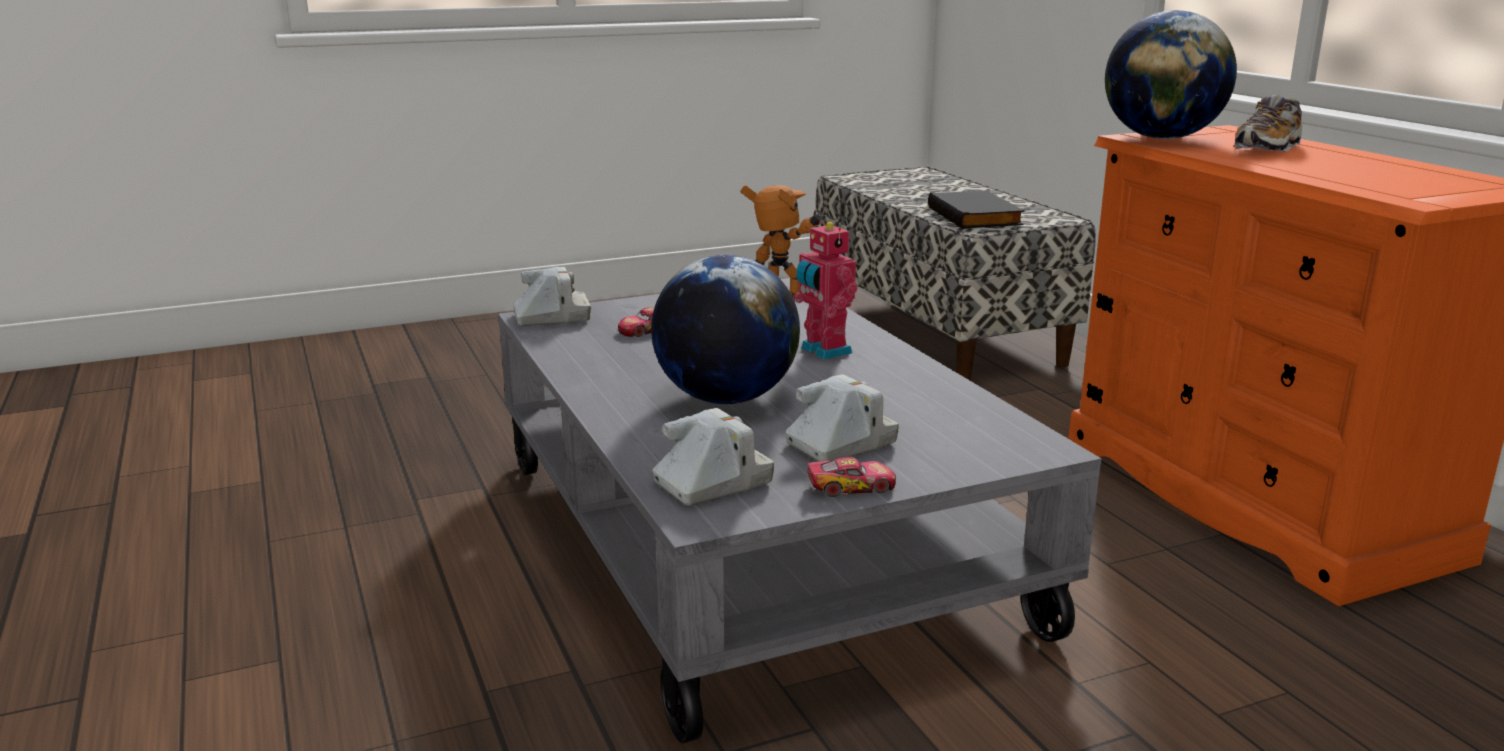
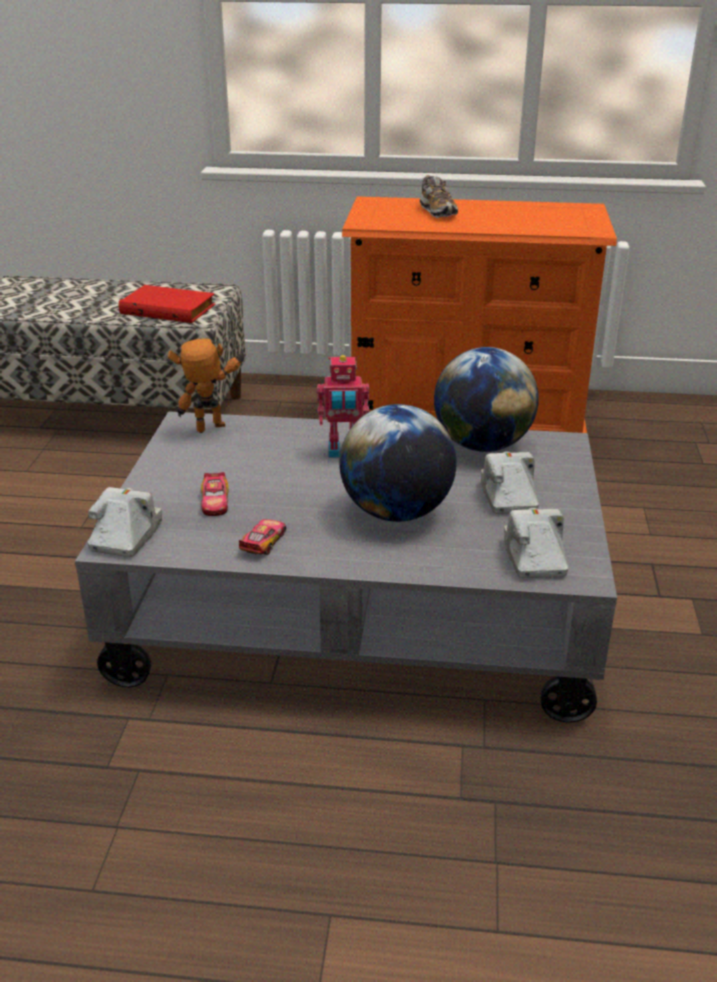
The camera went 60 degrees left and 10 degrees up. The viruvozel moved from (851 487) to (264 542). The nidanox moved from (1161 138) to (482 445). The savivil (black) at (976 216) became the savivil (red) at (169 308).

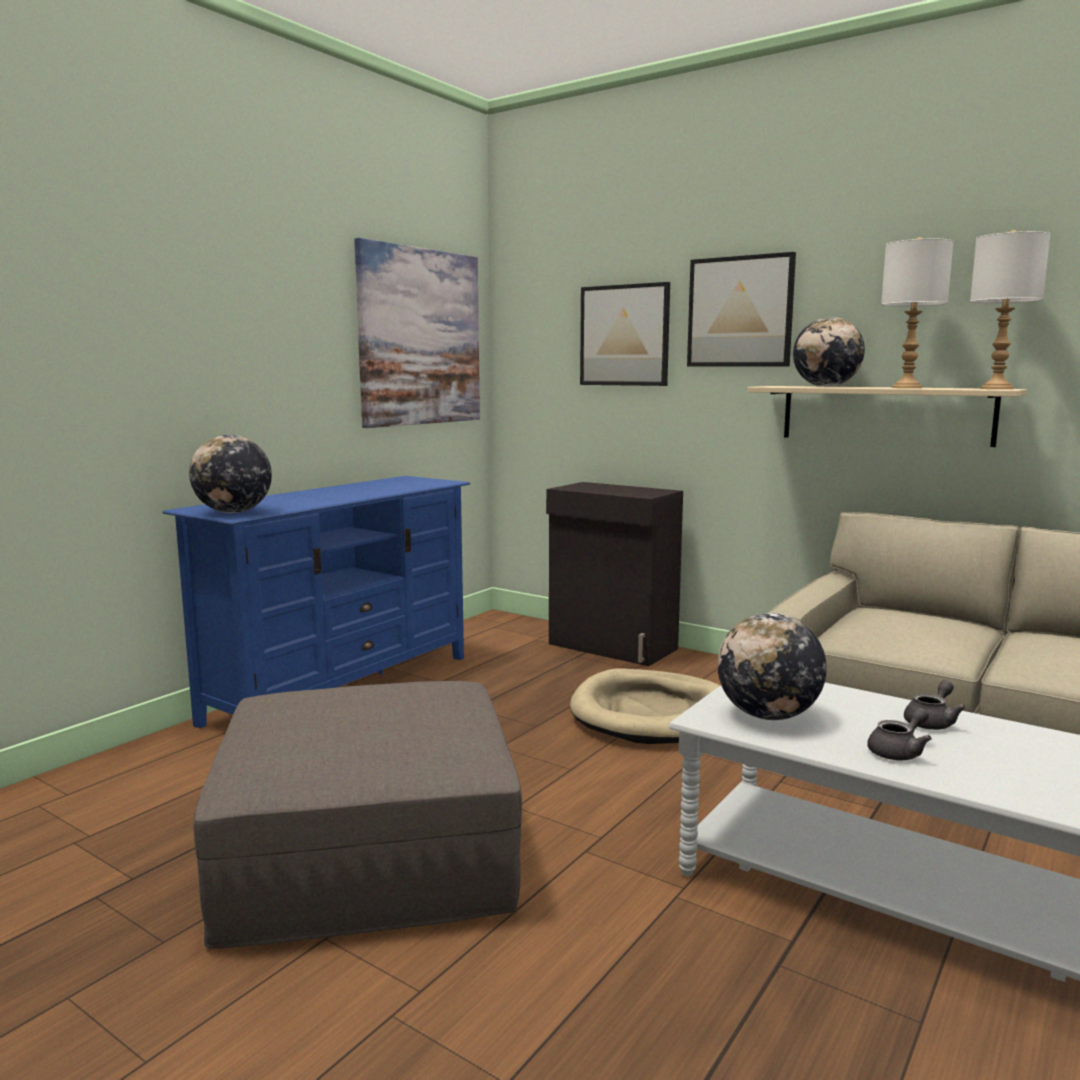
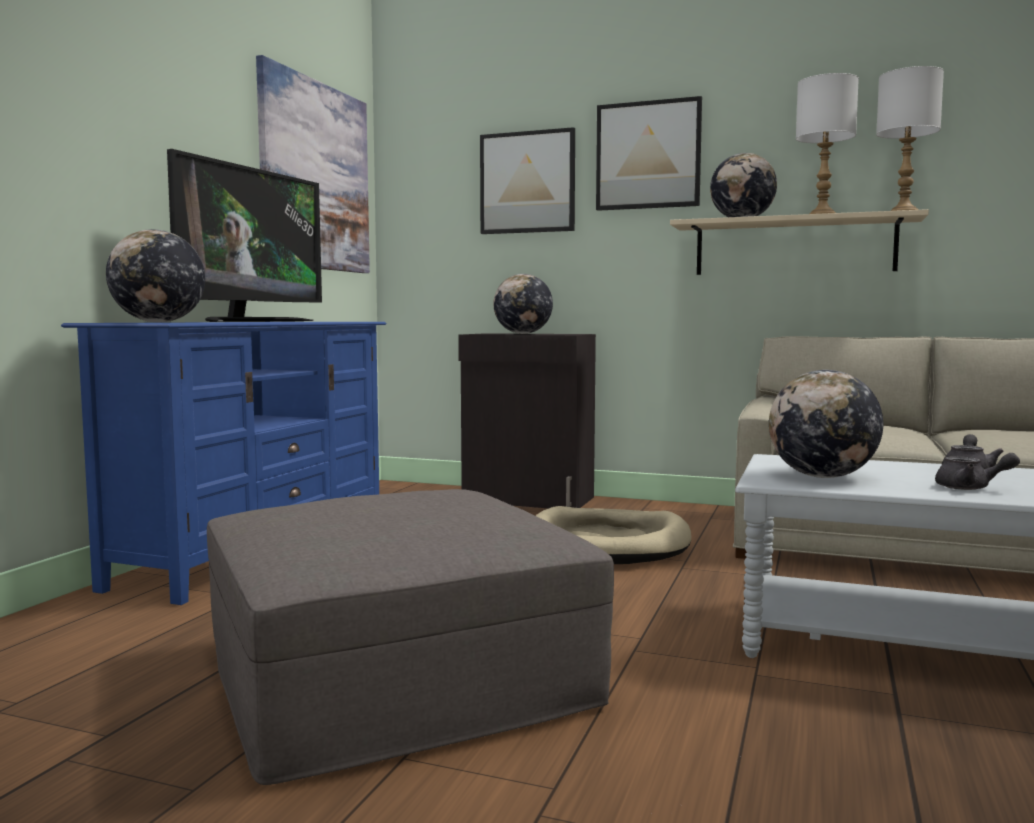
The camera went 15 degrees left and 5 degrees down. The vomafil at (249 321) appeared. The nidanox at (523 333) appeared. The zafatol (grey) at (899 752) turned 75 degrees clockwise.

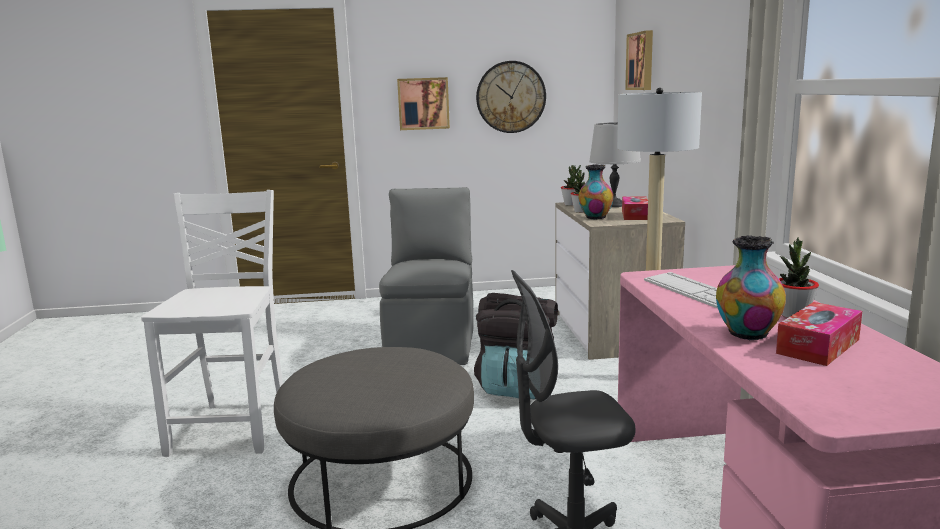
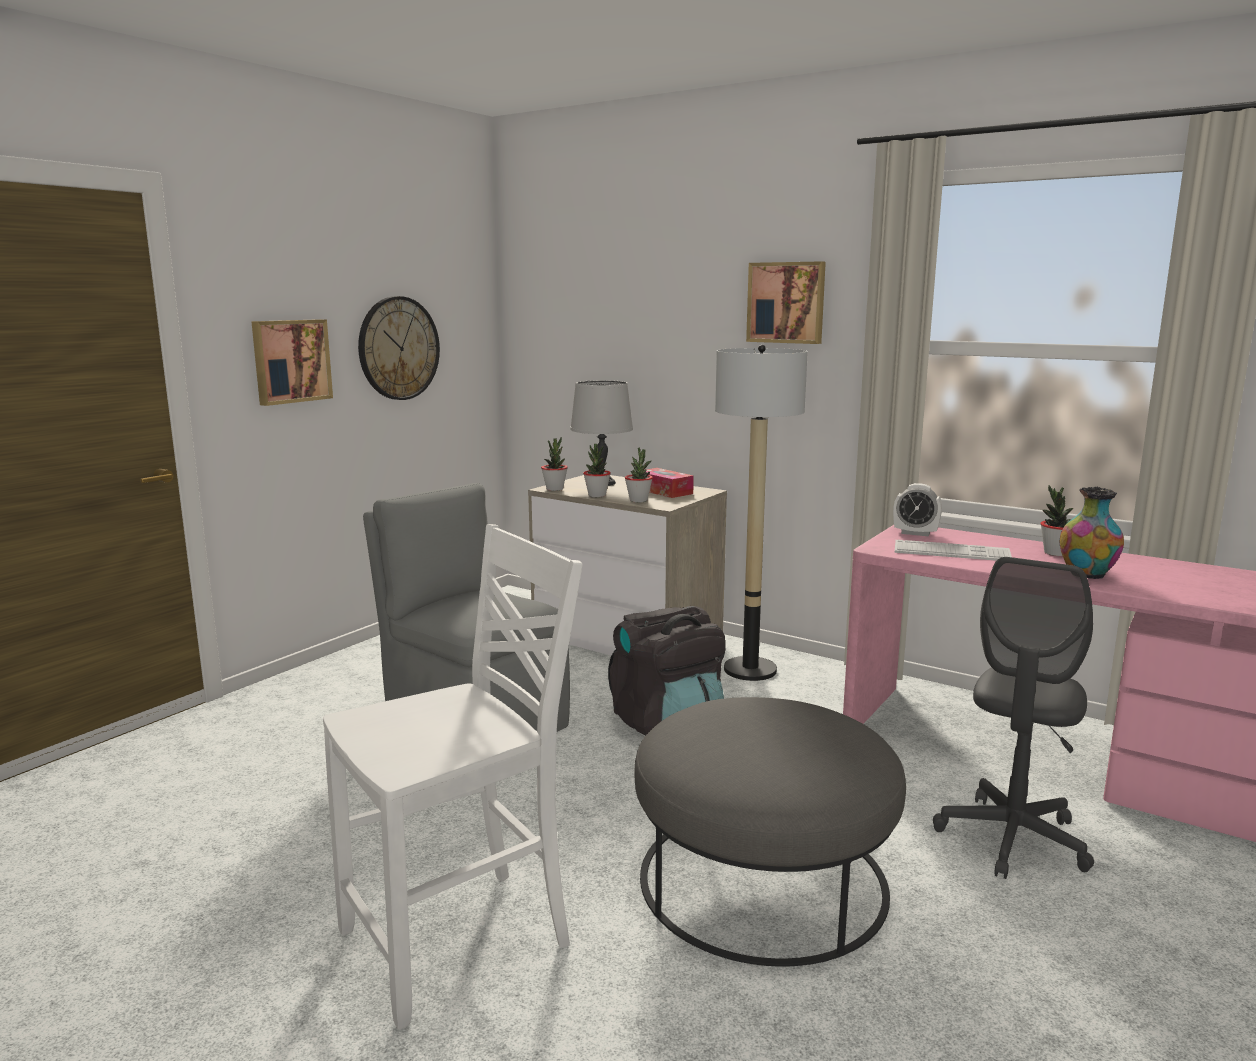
The camera went 50 degrees left and 0 degrees up. The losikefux at (818 346) disappeared. The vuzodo at (915 533) appeared. The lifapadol moved from (641 61) to (786 302). The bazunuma at (595 218) was replaced by the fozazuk at (638 500). The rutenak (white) at (233 427) turned 105 degrees clockwise.

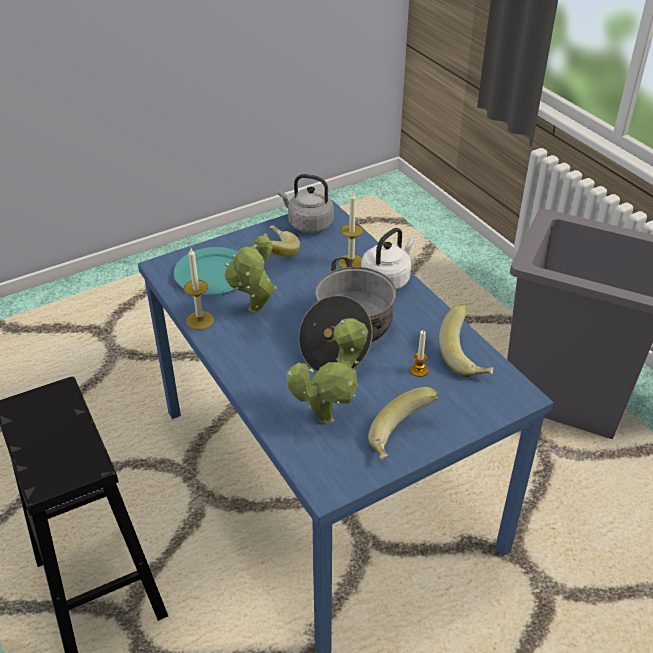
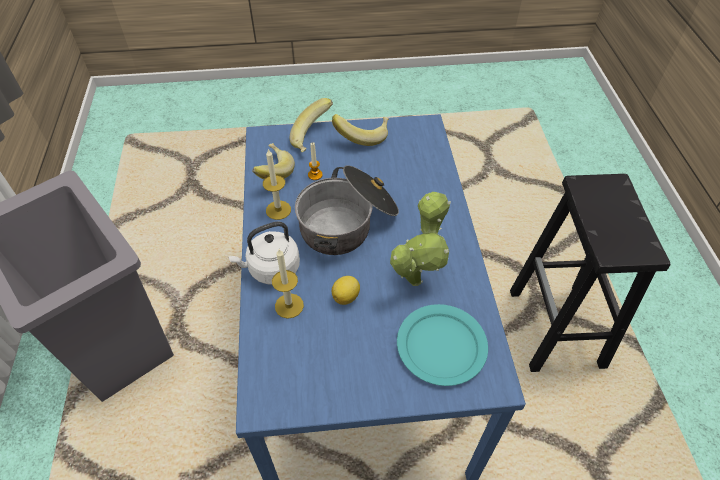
The camera went 155 degrees left and 10 degrees up. The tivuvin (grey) at (308 224) disappeared. The fozazuk at (329 415) disappeared. The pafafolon at (346 296) appeared. The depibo moved from (200 320) to (278 210). The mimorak moved from (276 253) to (313 138).

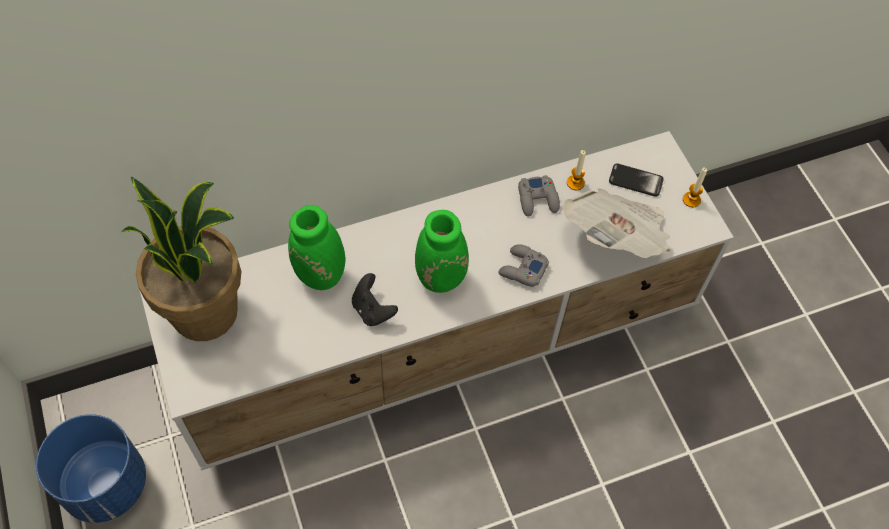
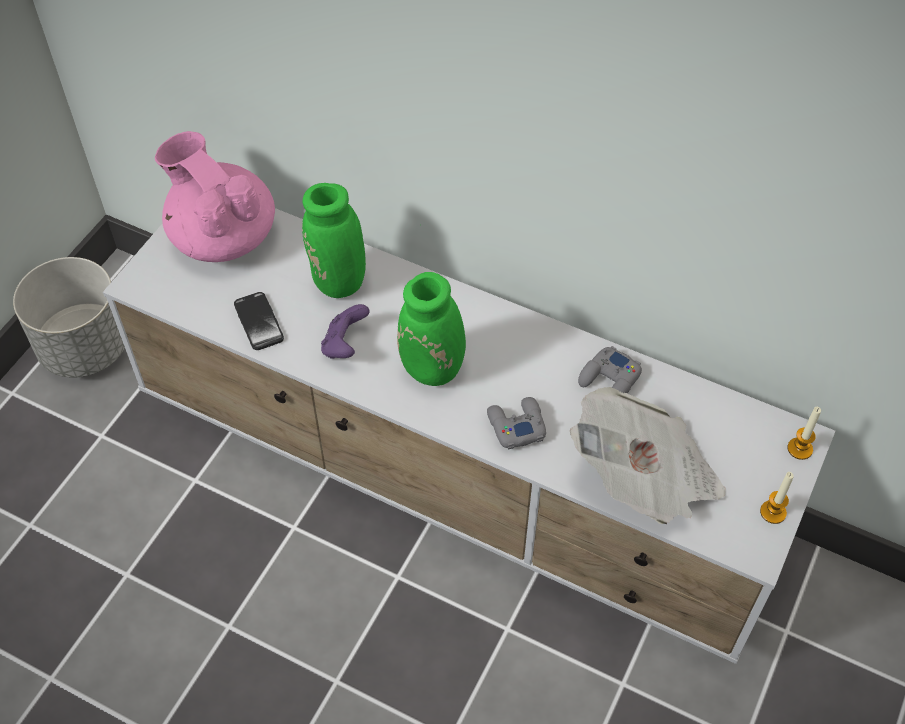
The camera went 50 degrees right and 5 degrees down. The depibo moved from (575 183) to (799 449). The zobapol moved from (635 181) to (259 322). The fozazuk at (206 311) was replaced by the zafatol (pink) at (222 236). The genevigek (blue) at (105 484) became the genevigek (grey) at (84 347). The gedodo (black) at (372 310) became the gedodo (purple) at (345 345).

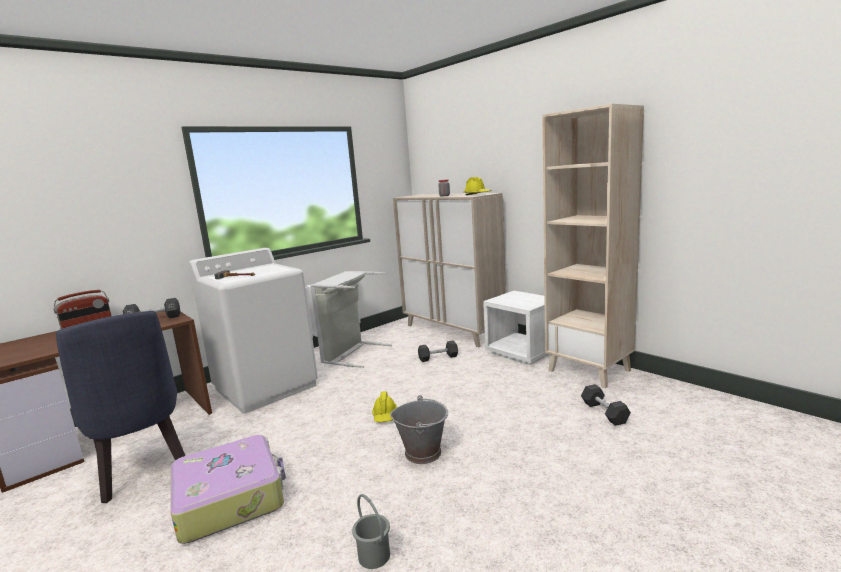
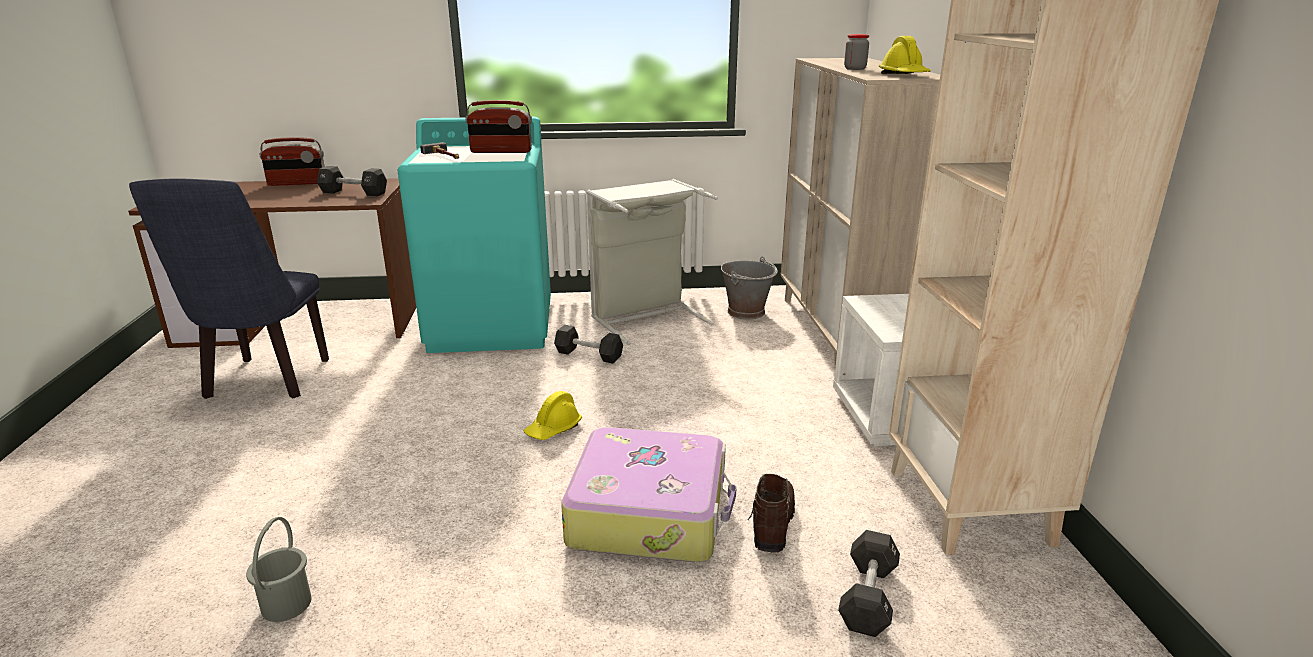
The camera went 35 degrees right and 10 degrees up. The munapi at (501 151) appeared. The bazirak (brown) at (771 525) appeared. The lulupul moved from (230 498) to (650 512). The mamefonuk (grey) moved from (423 452) to (746 312). The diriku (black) moved from (438 357) to (589 355). The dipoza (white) at (266 387) became the dipoza (turquoise) at (492 326).

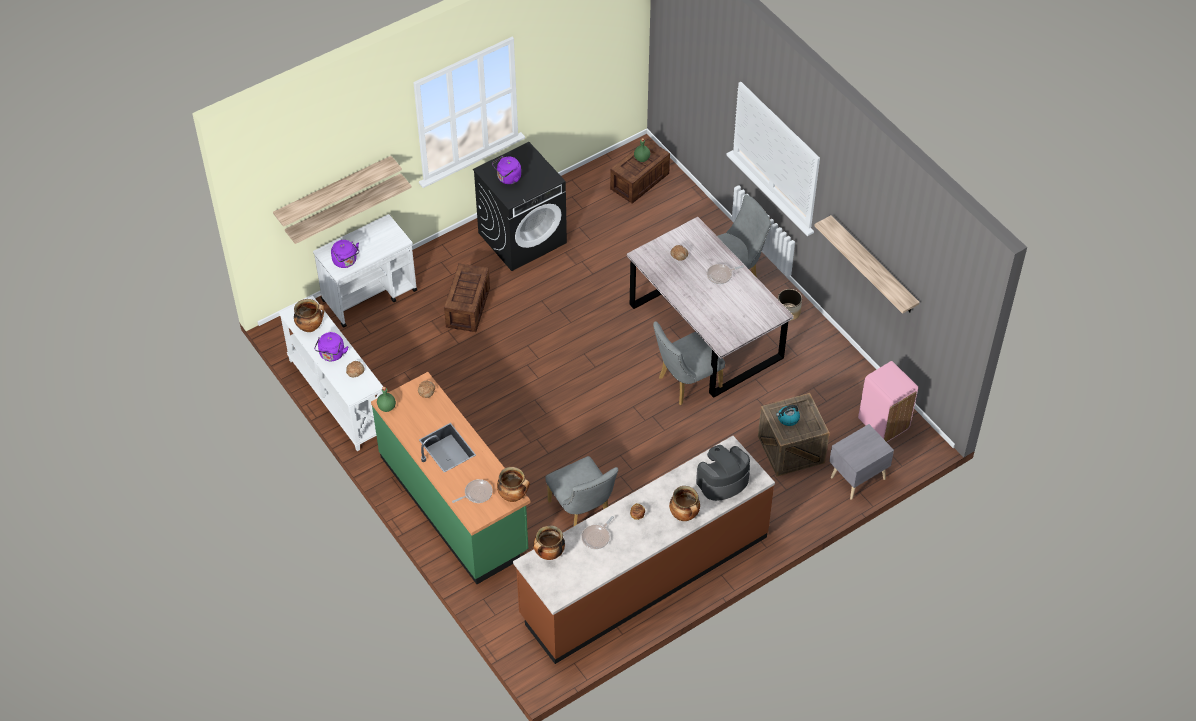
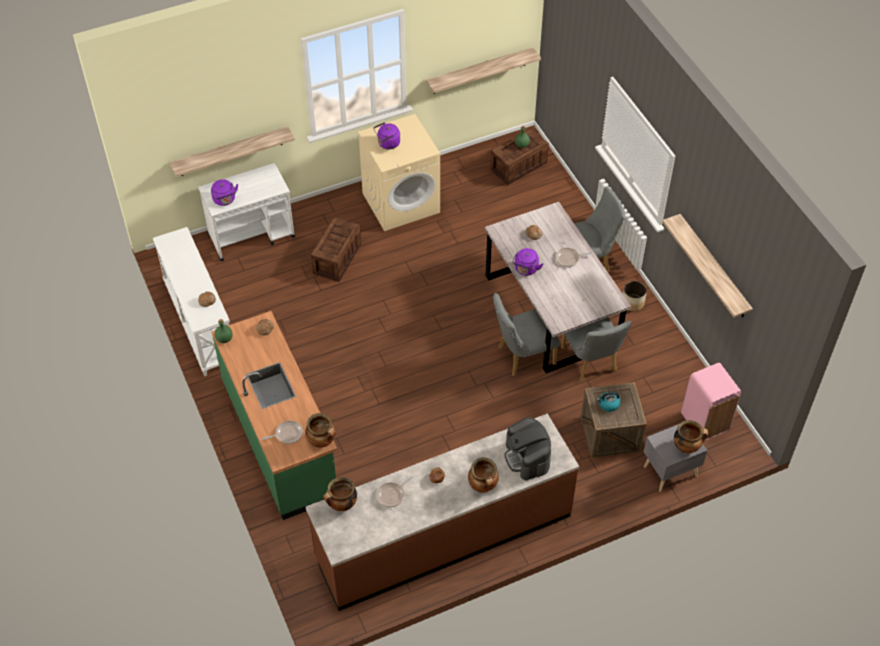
The camera went 10 degrees right and 0 degrees up. The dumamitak moved from (333 191) to (479 71). The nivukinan moved from (310 326) to (687 447). The tivuvin (purple) moved from (332 355) to (526 270). The rutenak (grey) moved from (582 513) to (591 362). The dipoza (black) at (522 237) became the dipoza (beige) at (401 202). The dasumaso at (722 481) turned 90 degrees counterclockwise.

